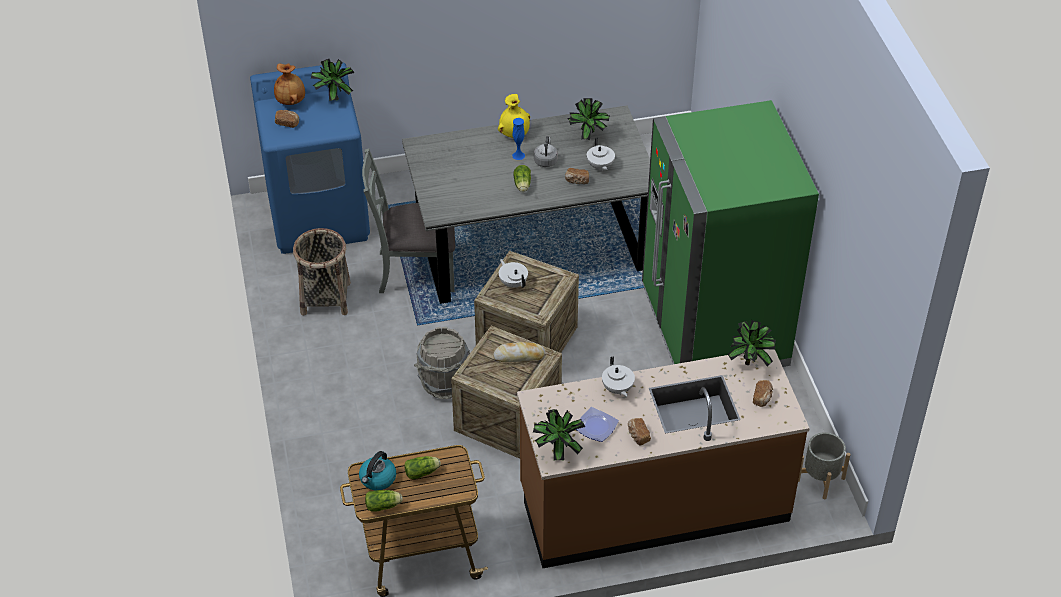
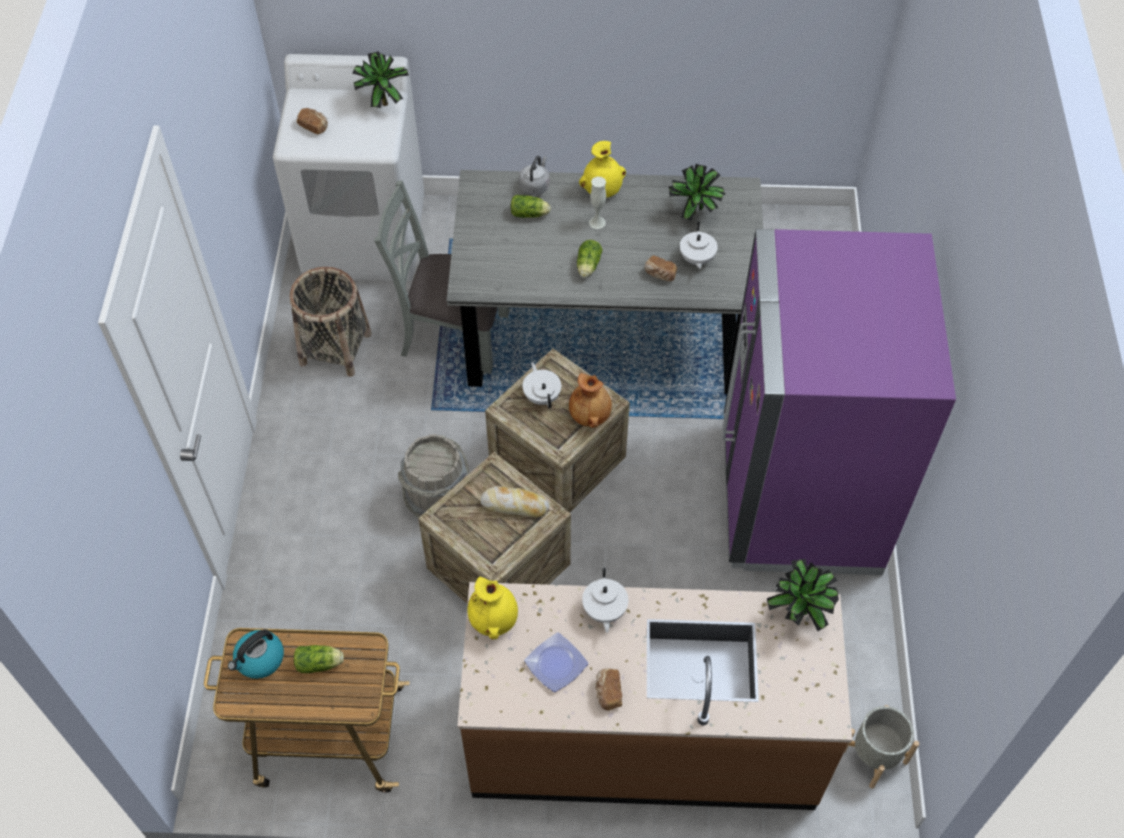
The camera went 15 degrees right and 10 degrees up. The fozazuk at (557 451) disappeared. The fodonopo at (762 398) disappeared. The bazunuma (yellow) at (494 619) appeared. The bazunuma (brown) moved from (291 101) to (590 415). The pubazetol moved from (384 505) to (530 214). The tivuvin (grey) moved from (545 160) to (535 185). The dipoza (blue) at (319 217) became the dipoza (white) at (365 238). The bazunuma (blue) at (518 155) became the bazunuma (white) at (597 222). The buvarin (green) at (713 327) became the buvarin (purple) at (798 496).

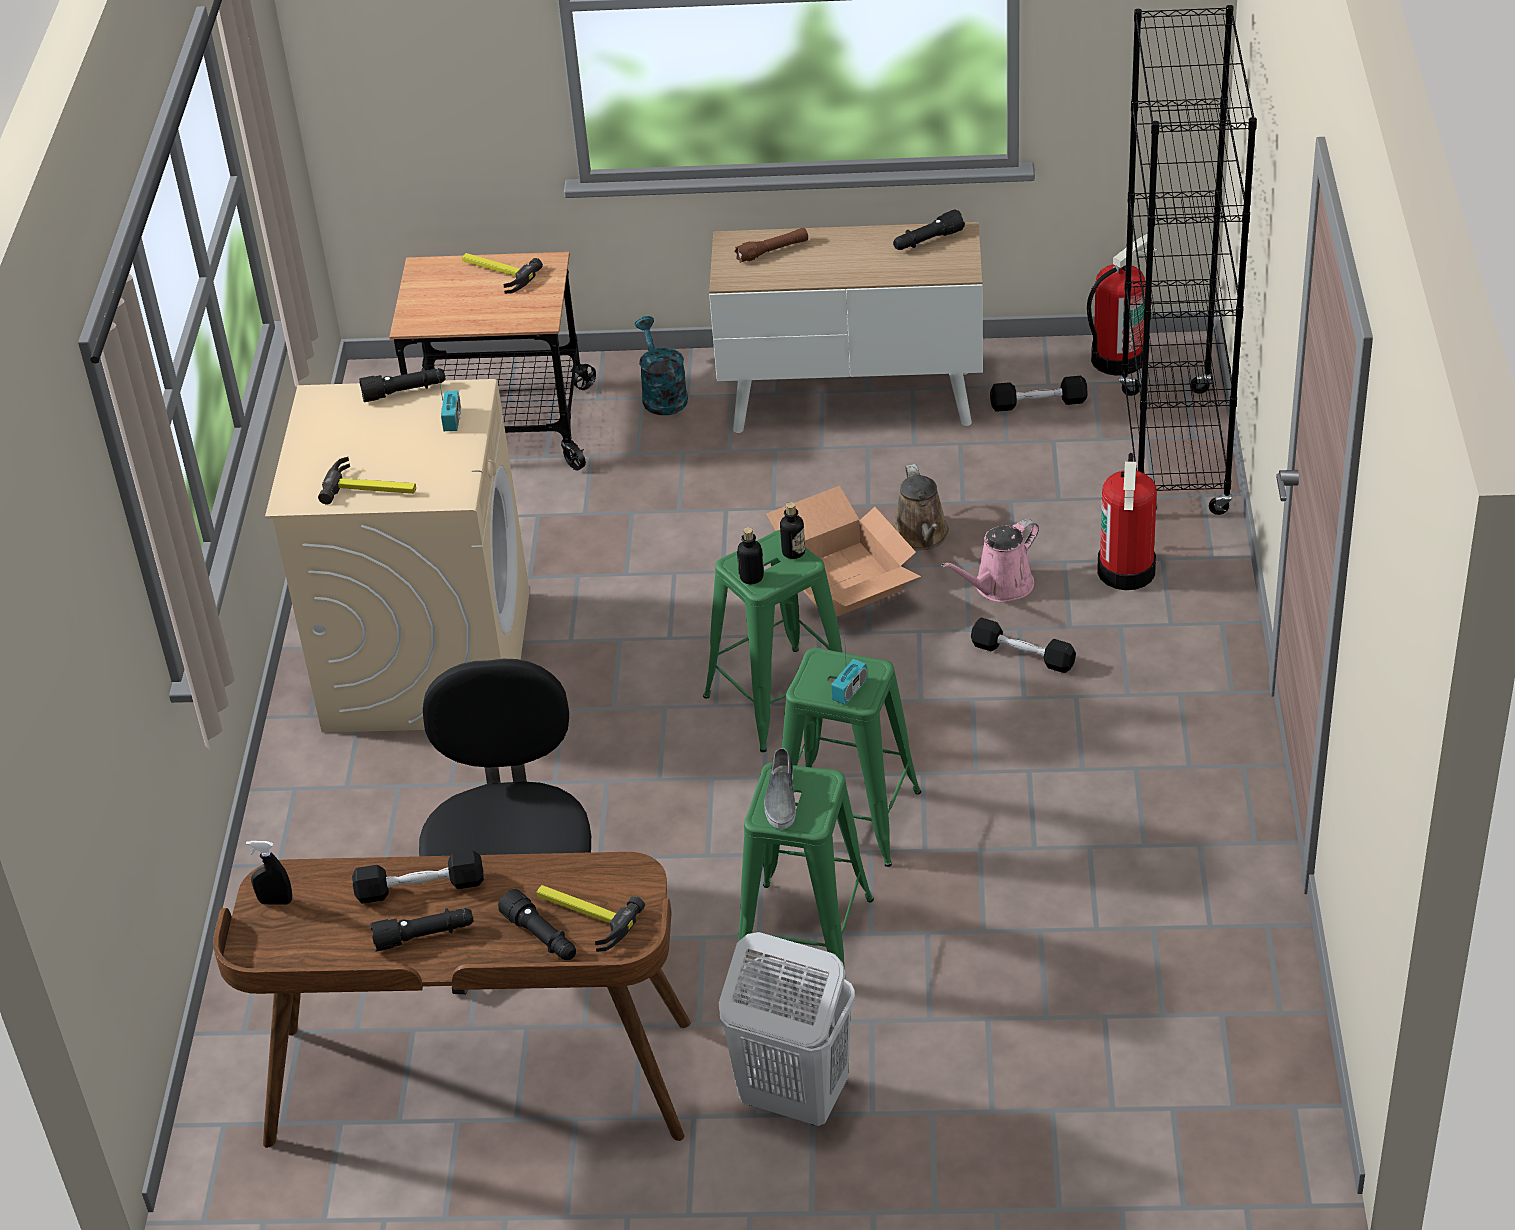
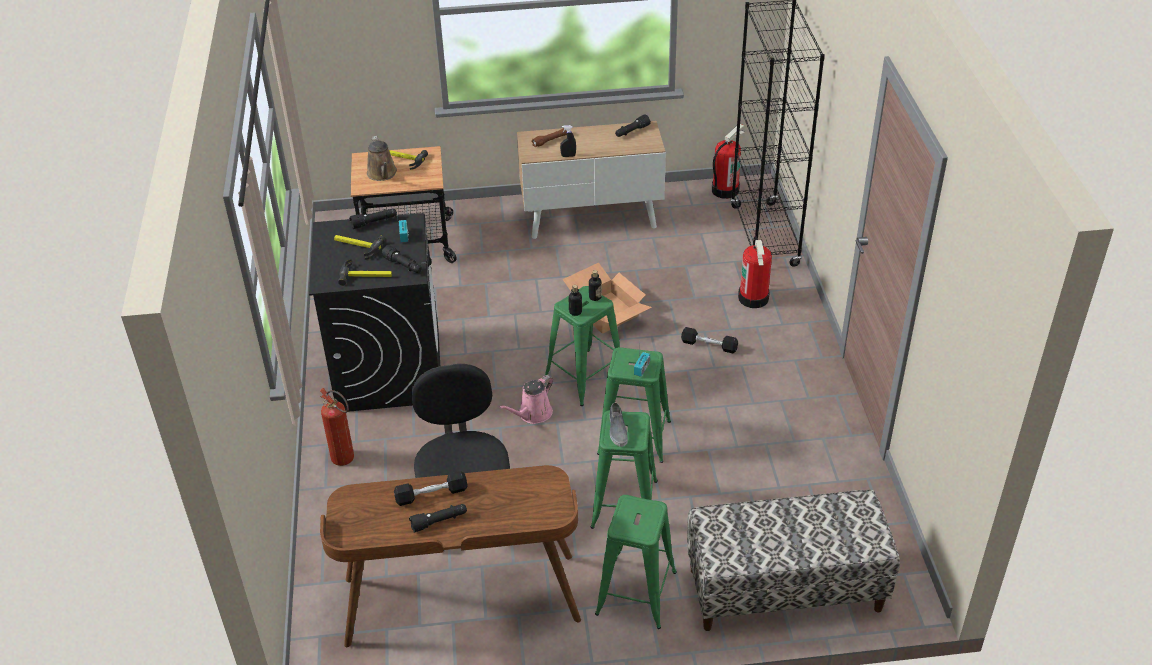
The camera went 10 degrees left and 0 degrees up. The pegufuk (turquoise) at (662 395) disappeared. The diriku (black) at (1038 403) disappeared. The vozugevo at (346 461) appeared. The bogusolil at (784 590) appeared. The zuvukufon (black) moved from (275 901) to (568 156). The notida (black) moved from (541 937) to (403 265). The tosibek moved from (583 916) to (357 247). The pegufuk (brown) moved from (922 536) to (382 174). The pegufuk (pink) moved from (999 587) to (533 414). The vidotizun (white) at (793 1097) was replaced by the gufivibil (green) at (636 593). The dipoza (beige) at (427 660) became the dipoza (black) at (388 369).

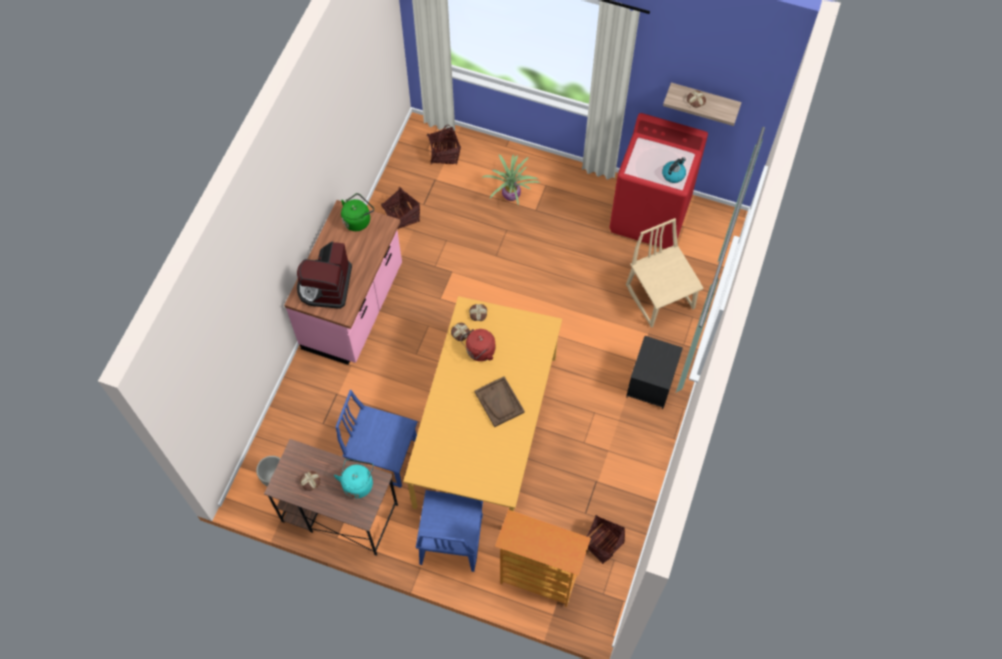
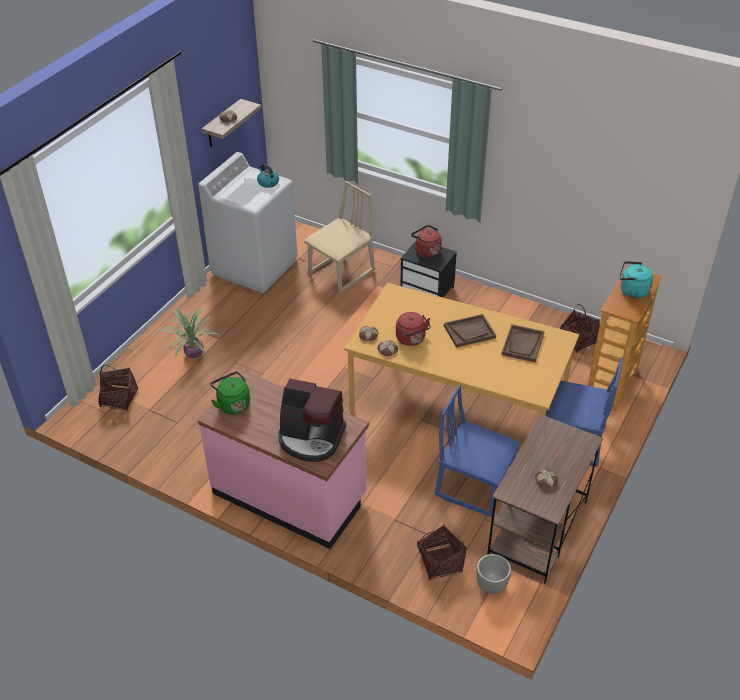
The camera went 80 degrees left and 20 degrees down. The tivuvin (red) at (426 251) appeared. The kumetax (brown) at (523 344) appeared. The tivuvin (turquoise) moved from (358 483) to (632 291). The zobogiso moved from (402 216) to (440 562). The dipoza (red) at (650 215) became the dipoza (white) at (255 266). The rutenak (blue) at (383 455) turned 90 degrees clockwise. The rutenak (beige) at (660 296) turned 150 degrees clockwise.

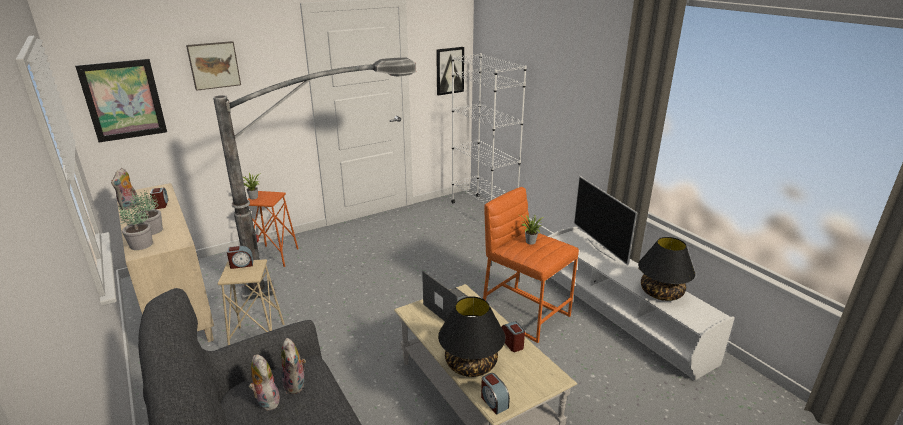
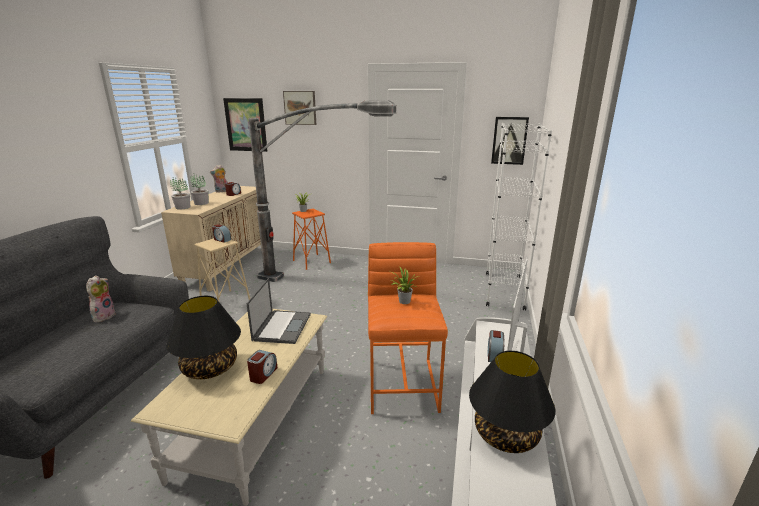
The camera went 45 degrees right and 5 degrees down. The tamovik at (296 385) disappeared. The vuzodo moved from (493 402) to (494 355).

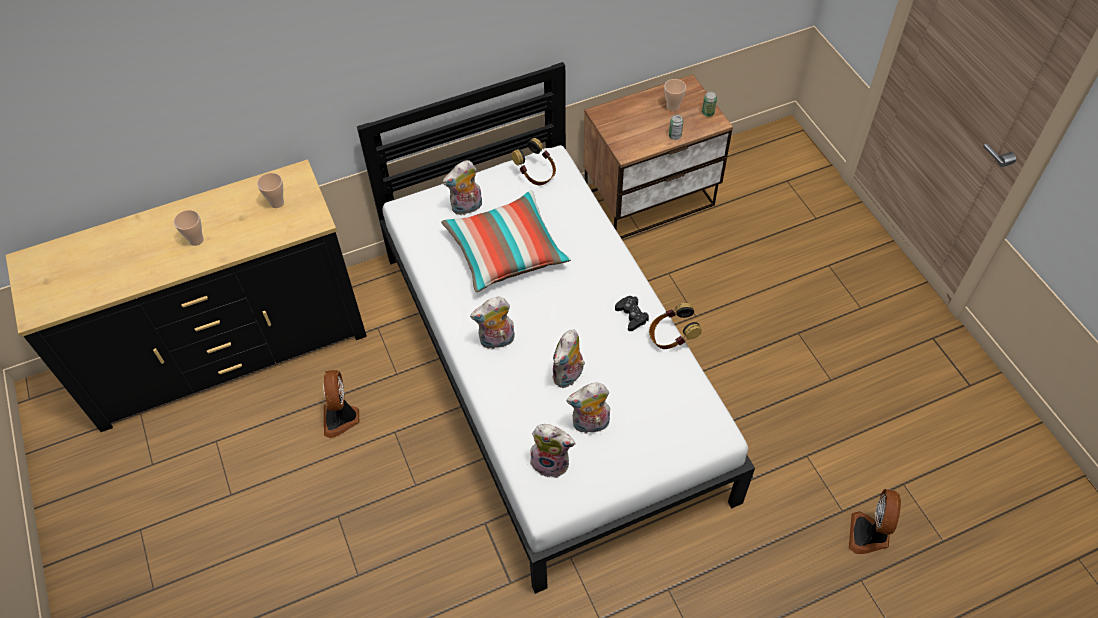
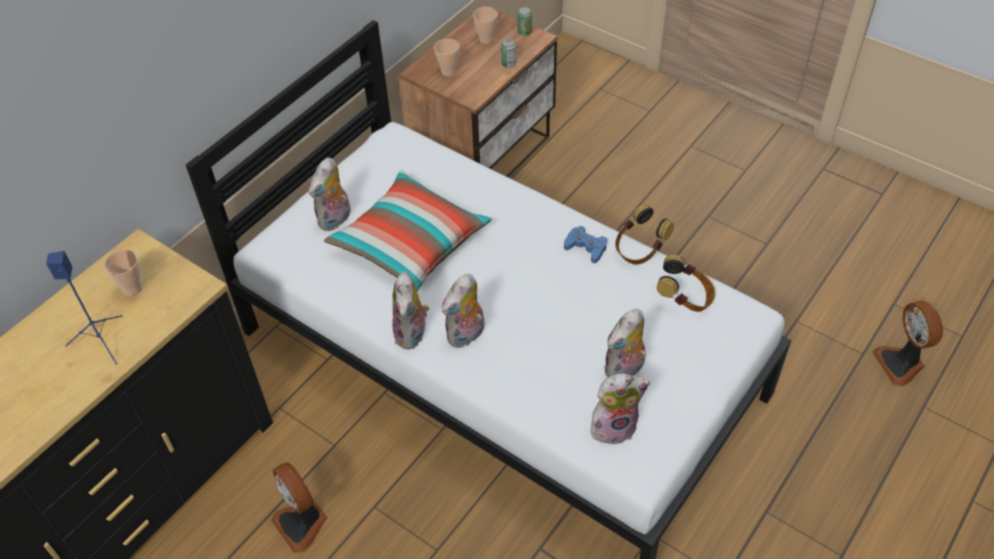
The camera went 30 degrees left and 5 degrees down. The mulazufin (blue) at (101 340) appeared. The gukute moved from (196 240) to (448 72). The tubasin moved from (536 174) to (685 298). The tamovik moved from (569 376) to (412 334). The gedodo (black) at (631 315) became the gedodo (blue) at (586 248).

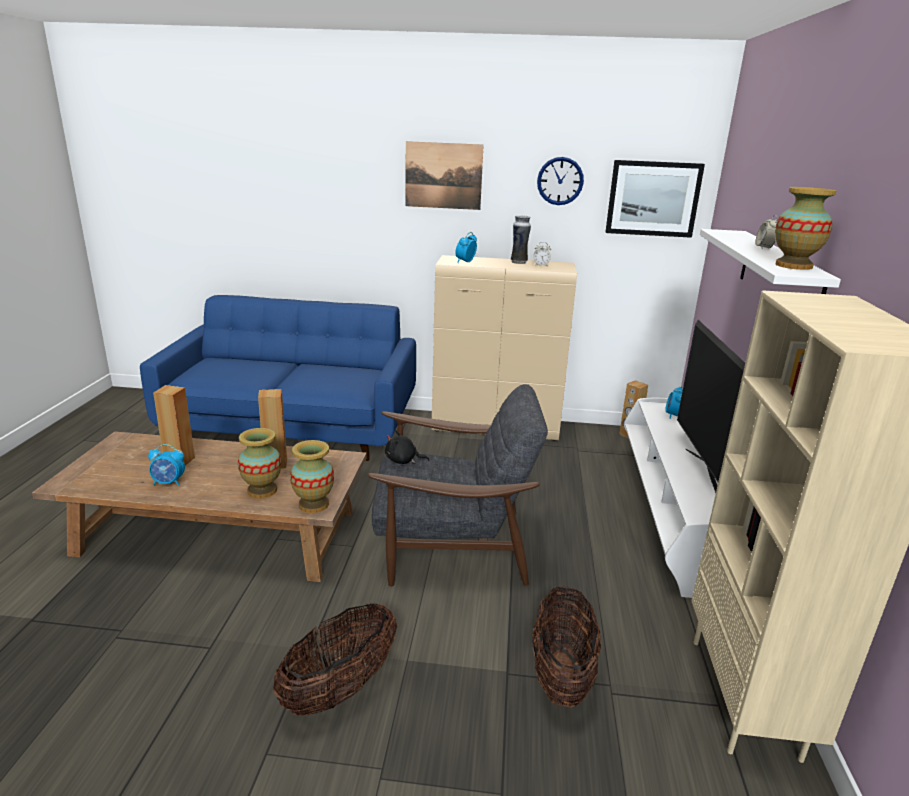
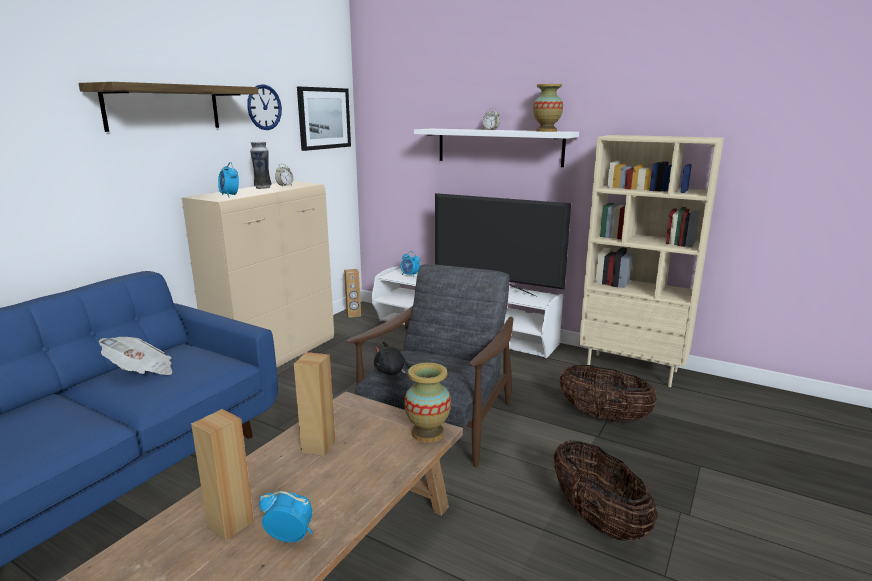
The camera went 65 degrees left and 5 degrees down. The bazunuma at (262 490) disappeared. The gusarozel at (141 372) appeared. The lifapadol at (443 176) was replaced by the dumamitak at (163 107). The vuzodo at (169 482) turned 105 degrees counterclockwise. The tamovik (black) at (403 460) turned 60 degrees clockwise.

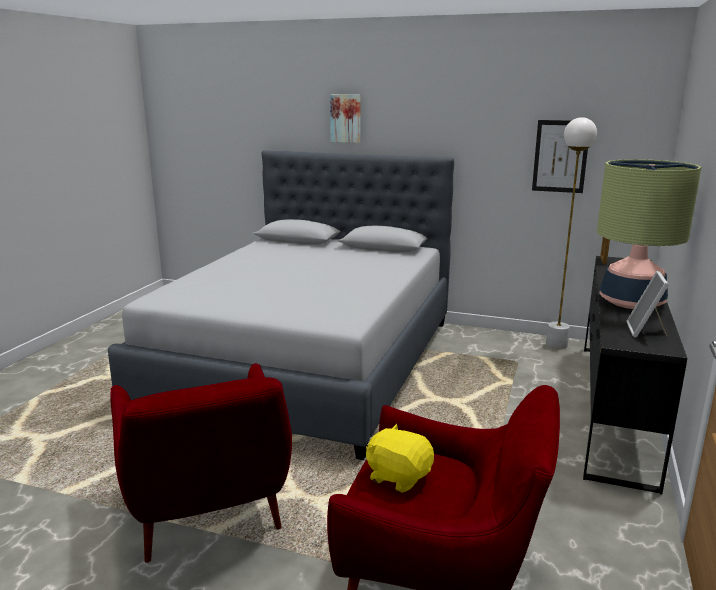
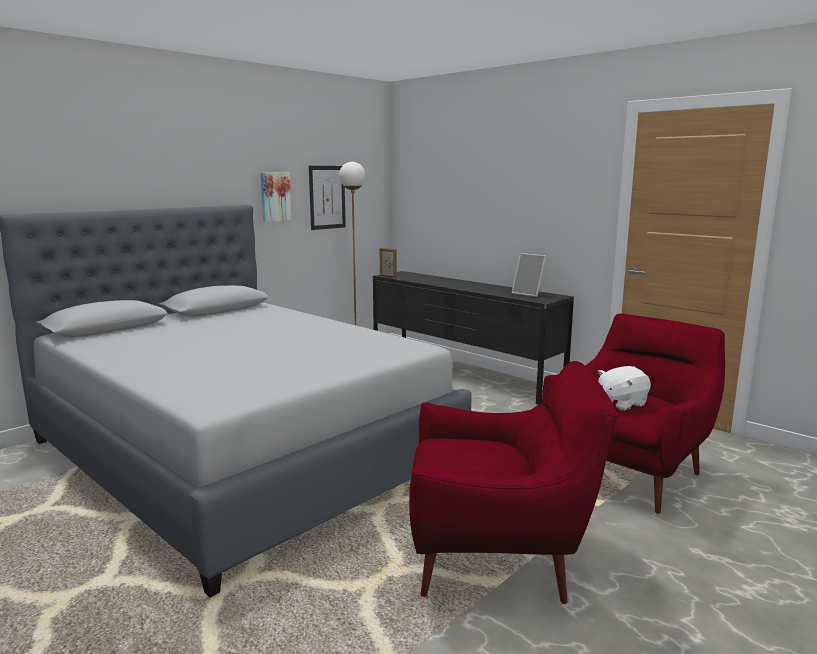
The camera went 65 degrees left and 5 degrees down. The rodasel at (631 302) disappeared. The lifapadol moved from (346 118) to (275 196). The tamovik (yellow) at (398 476) became the tamovik (white) at (621 403).

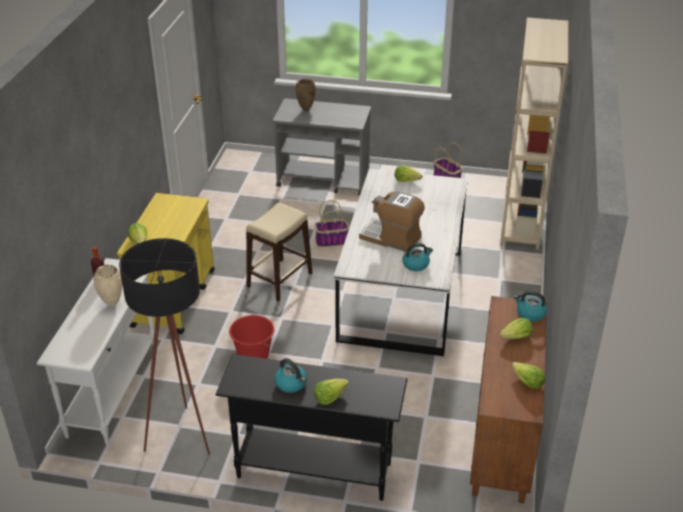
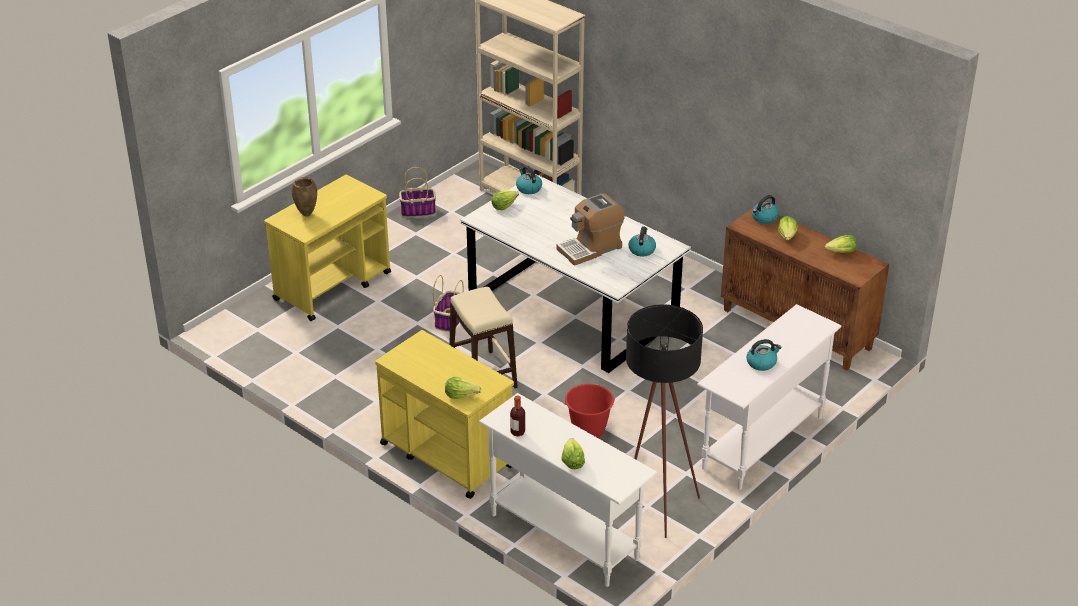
The camera went 60 degrees left and 0 degrees up. The bazunuma (beige) at (111 304) disappeared. The tivuvin at (528 188) appeared. The pubazetol moved from (329 397) to (572 461). The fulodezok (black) at (313 470) became the fulodezok (white) at (762 443). The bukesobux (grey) at (324 180) became the bukesobux (yellow) at (333 286).

